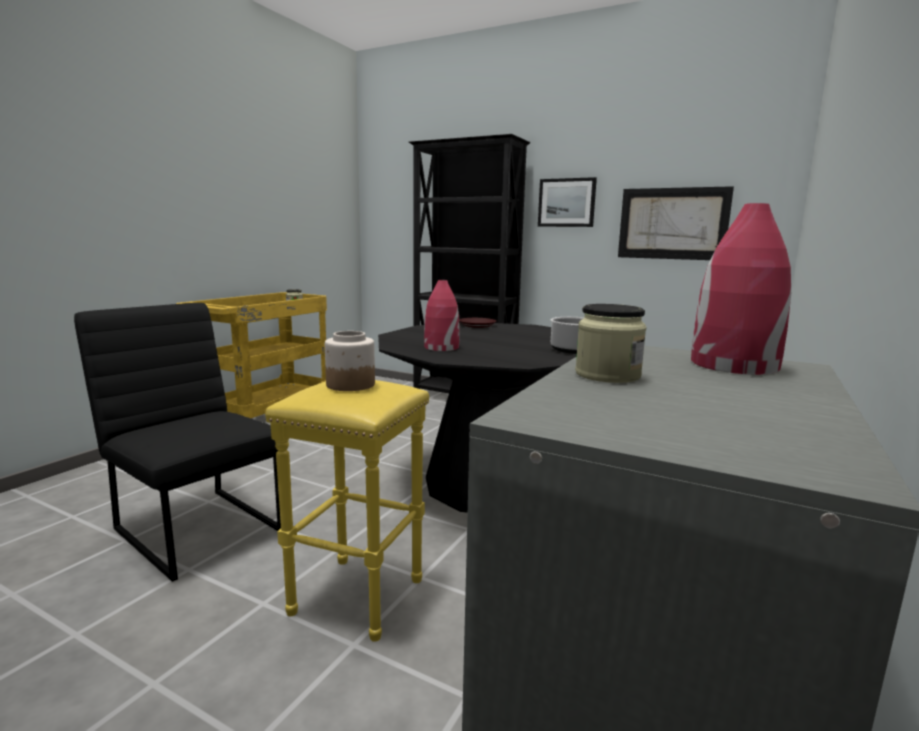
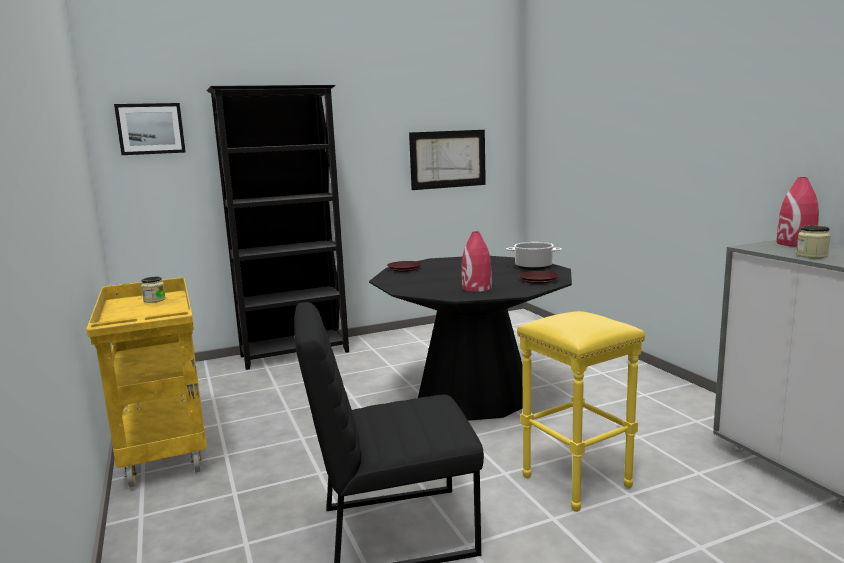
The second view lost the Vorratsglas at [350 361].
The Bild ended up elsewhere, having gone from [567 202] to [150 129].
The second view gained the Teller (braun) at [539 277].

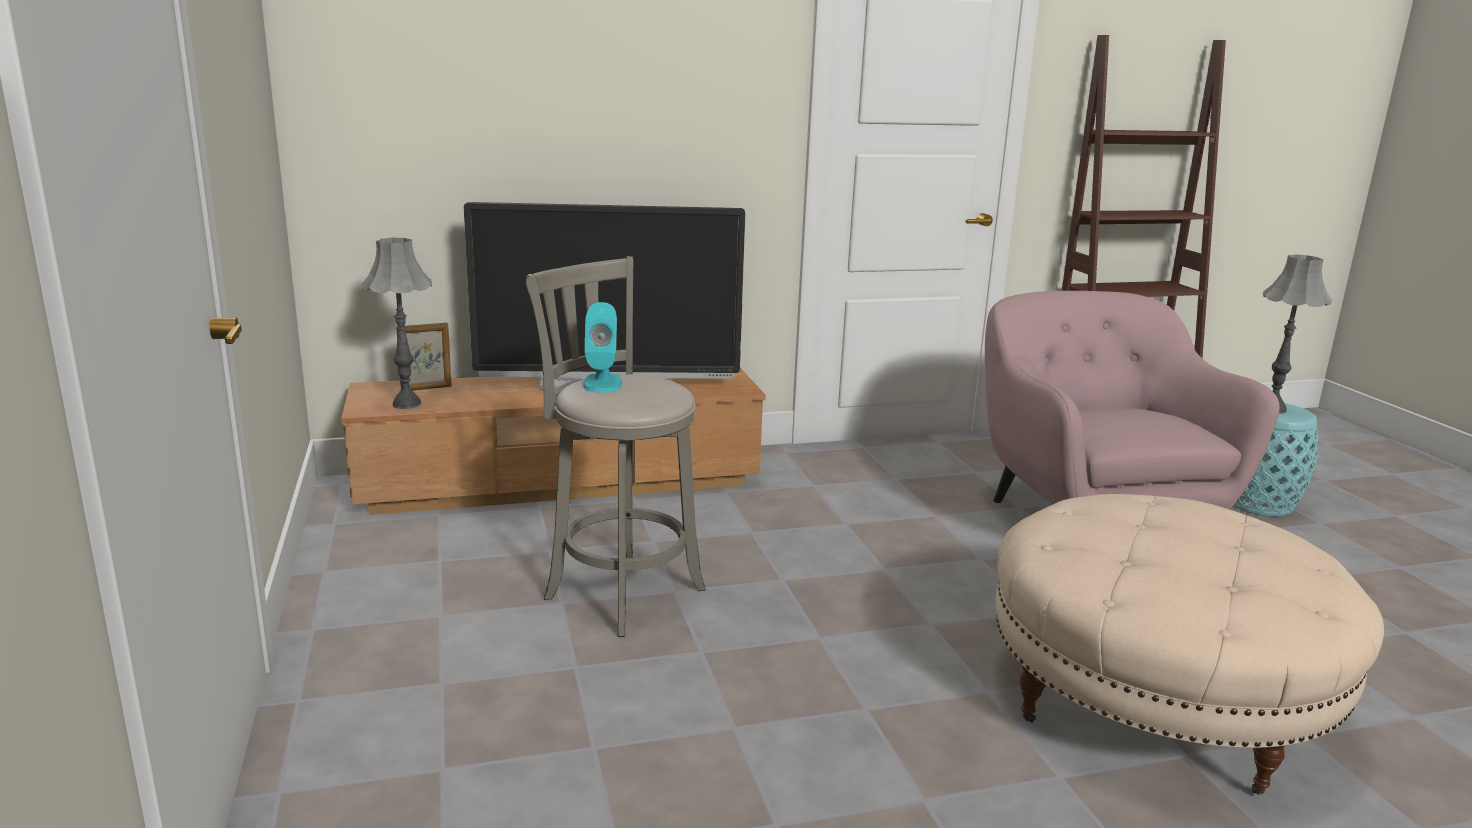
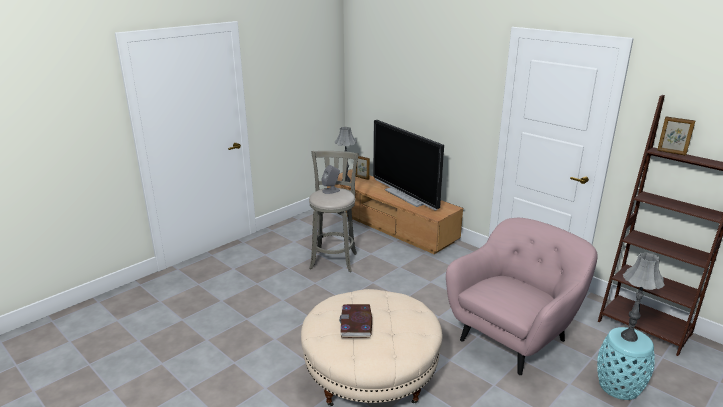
What was the Lautsprecher (türkis) at [602 347] turned into the Lautsprecher (grau) at [331 179].
The second view gained the Buch at [356 321].
The second view gained the Bilderrahmen at [676 136].

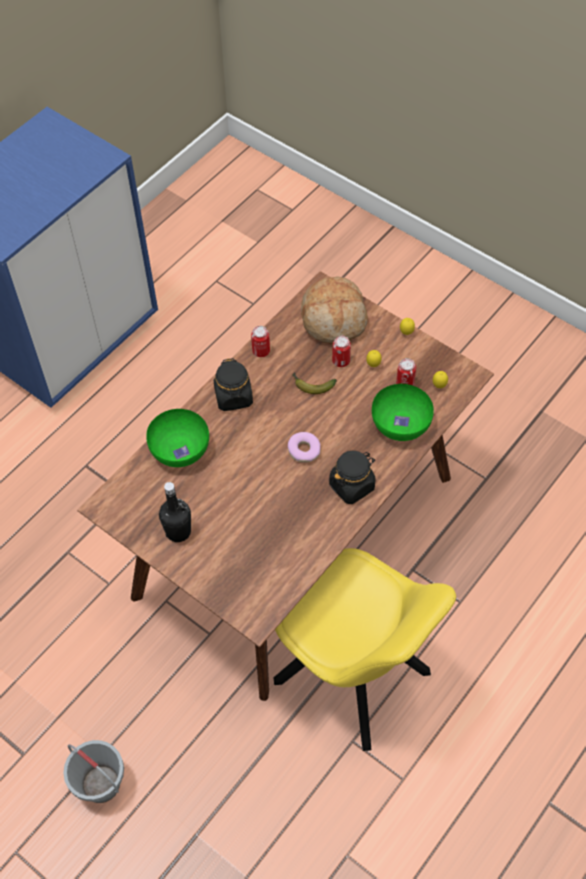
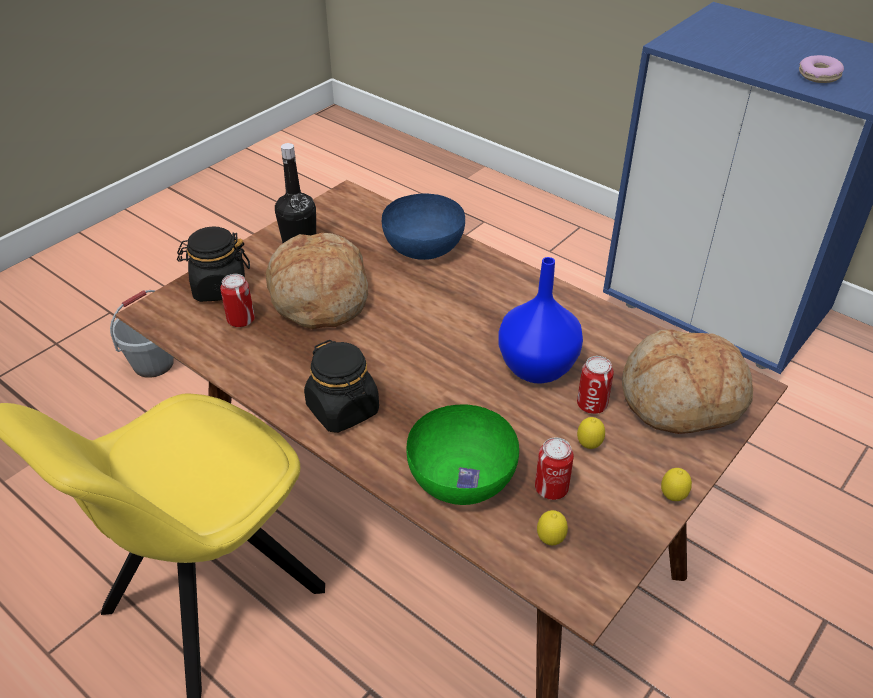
What was the Schüssel (grün) at [177 438] turned into the Schüssel (blau) at [423 227].
The Vorratsglas (schwarz) ended up elsewhere, having gone from [233 384] to [213 264].
The Dose ended up elsewhere, having gone from [260 341] to [237 300].
The Donut ended up elsewhere, having gone from [304 447] to [821 69].
Where the Banane stood at [314 383], the Vase (blau) came to stand at [540 320].
The second view gained the Brot at [317 281].

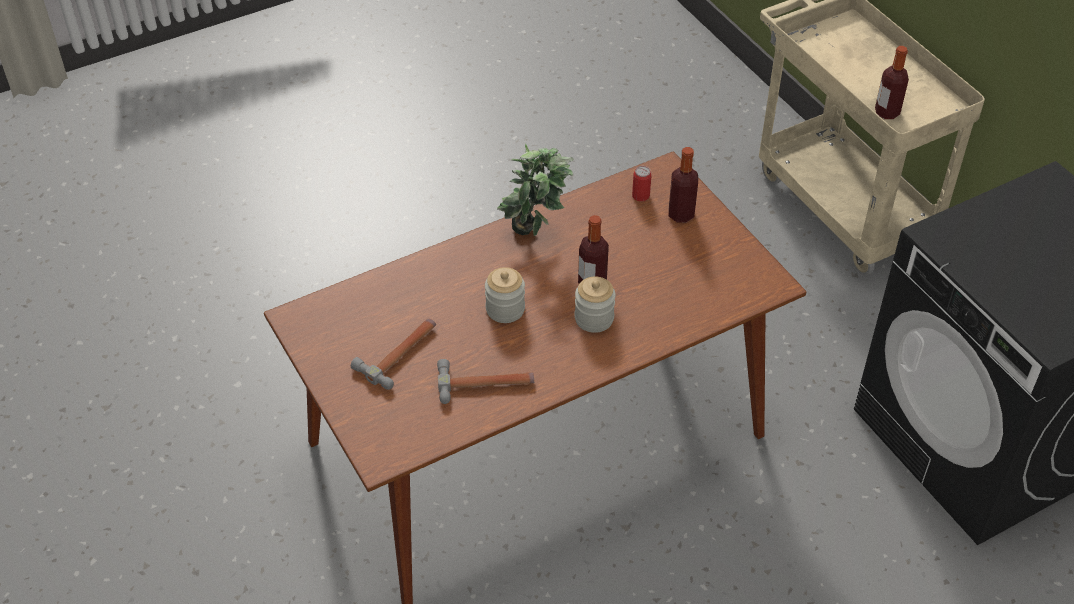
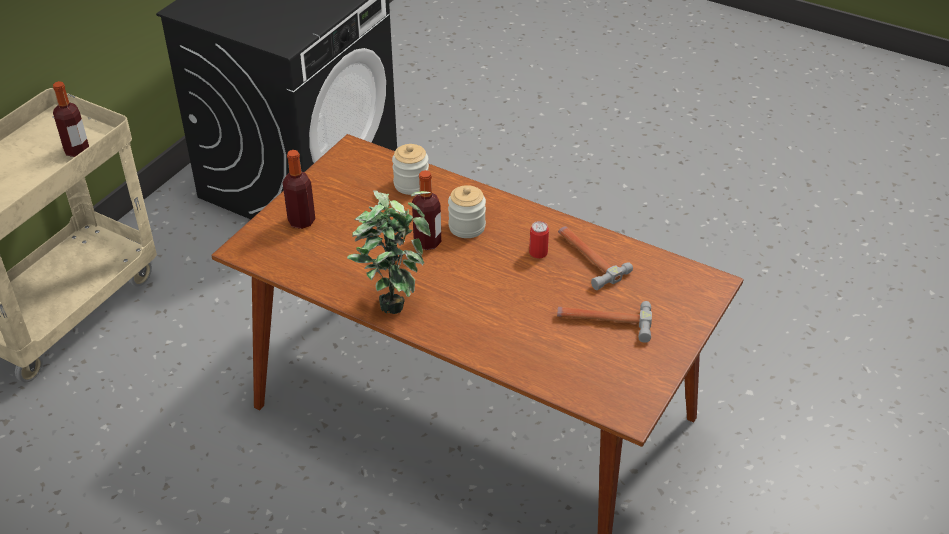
The Vorratsglas ended up elsewhere, having gone from [505 295] to [410 169].
The Dose ended up elsewhere, having gone from [642 184] to [539 240].

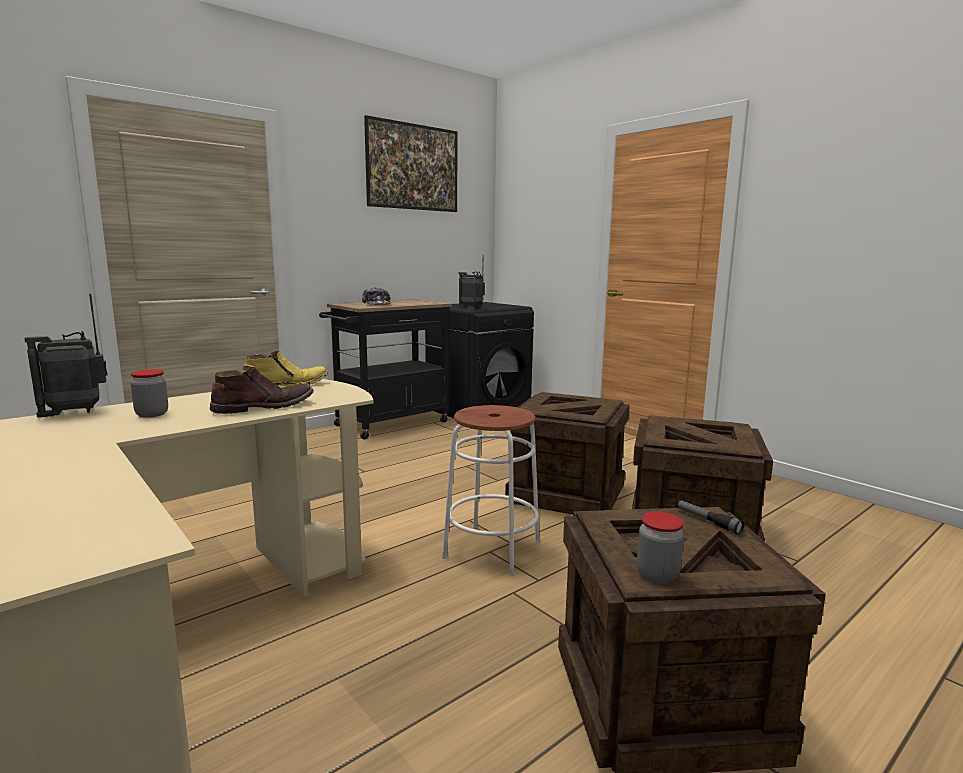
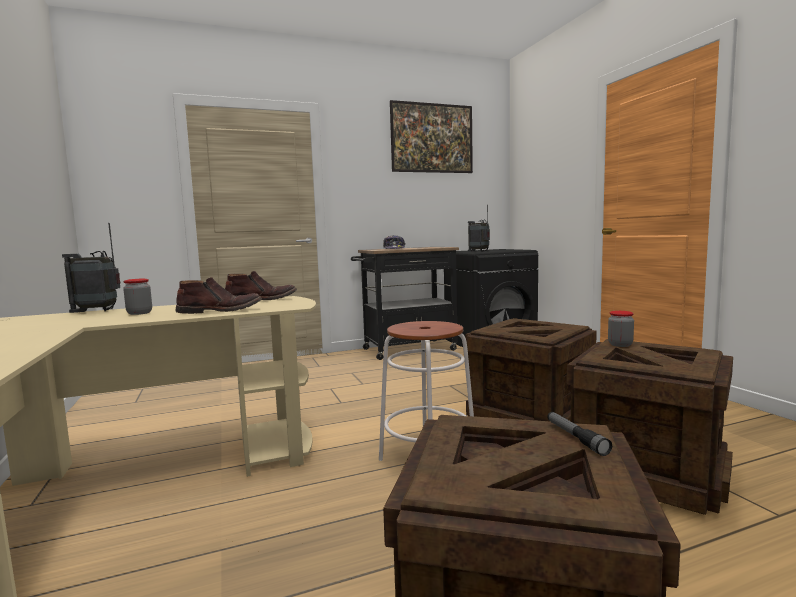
What was the Stiefel (gelb) at [285 369] turned into the Stiefel (braun) at [261 285].
The Vorratsglas ended up elsewhere, having gone from [660 547] to [621 329].

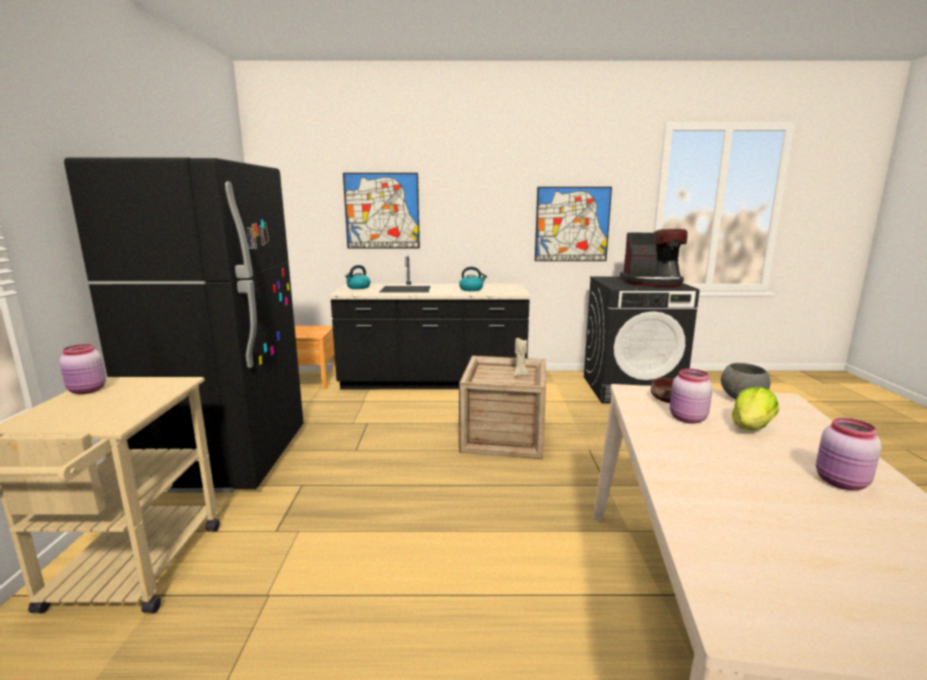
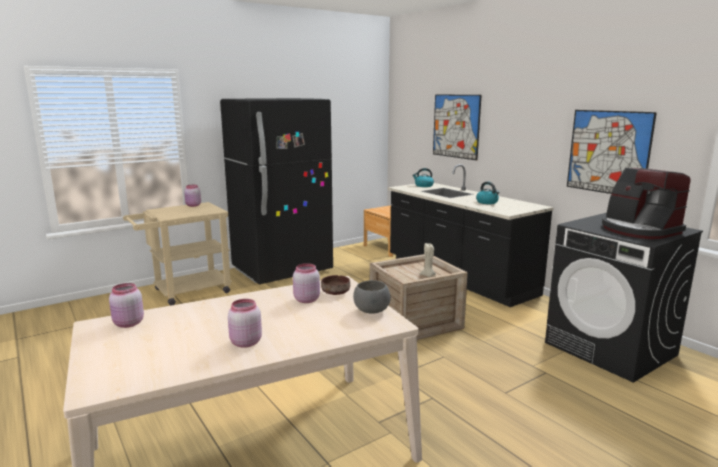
The second view lost the Salatkopf at [755 408].
The second view gained the Vorratsglas (rosa) at [126 305].

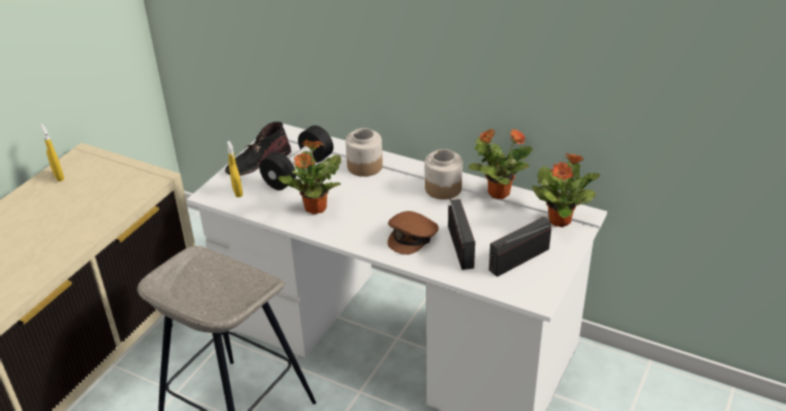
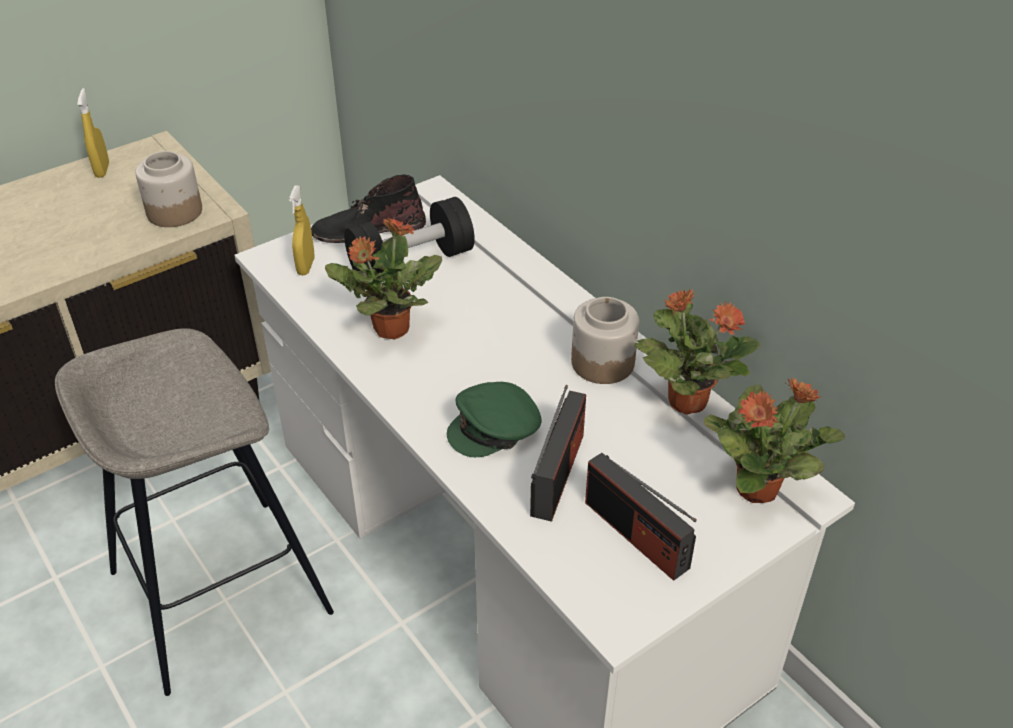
The Vorratsglas ended up elsewhere, having gone from [364 152] to [168 189].
What was the Kappe (braun) at [413 233] turned into the Kappe (grün) at [494 419].
The Radio at [520 247] ended up facing another way, 120 degrees counterclockwise from before.

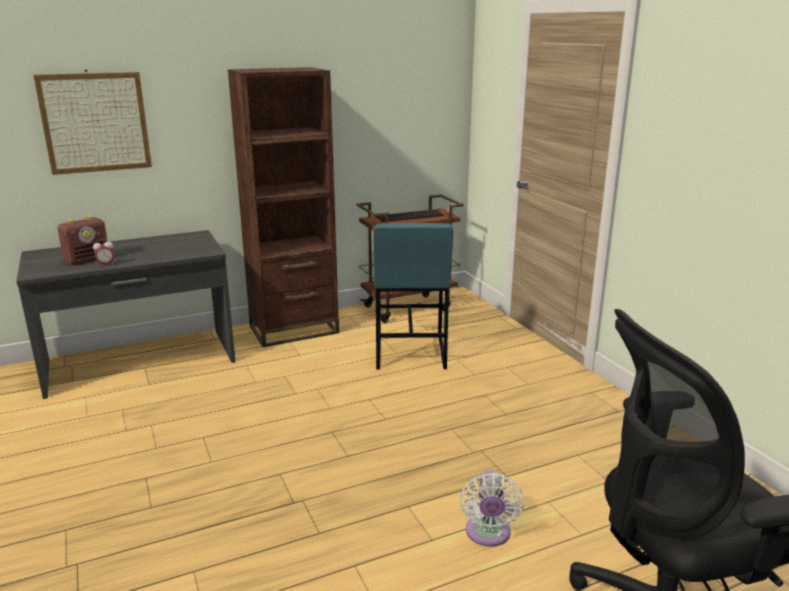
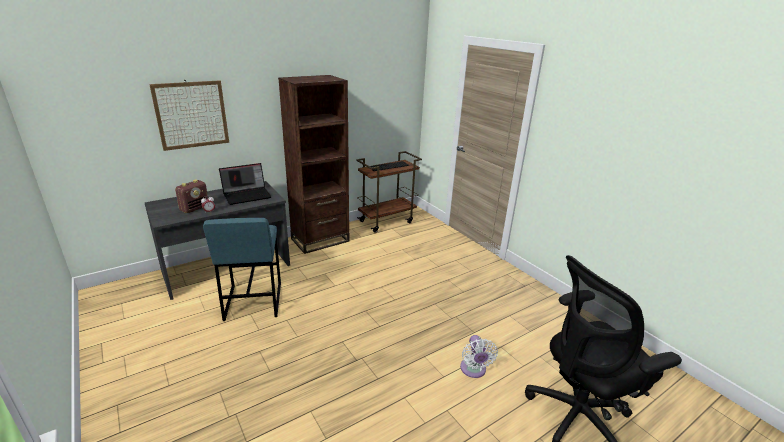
The Hocker (blau) ended up elsewhere, having gone from [413 296] to [242 269].
The second view gained the Laptop at [245 184].

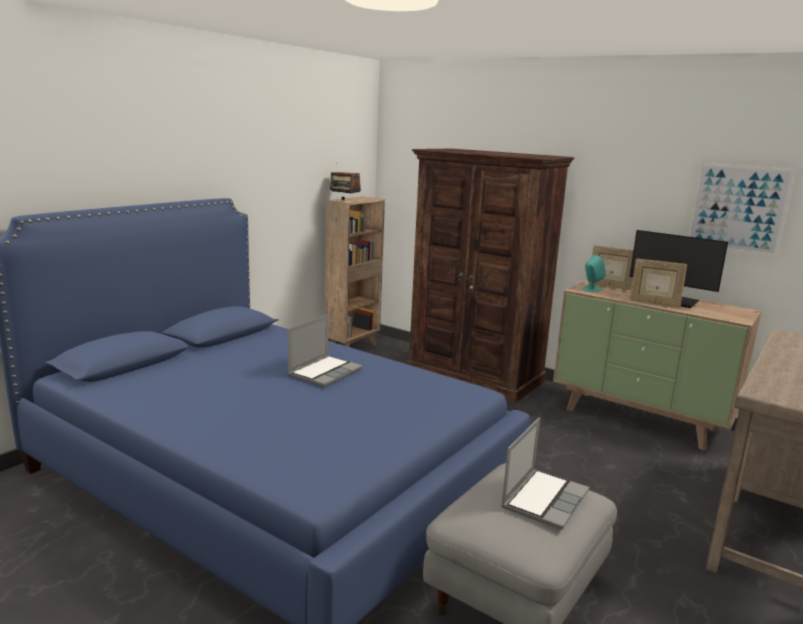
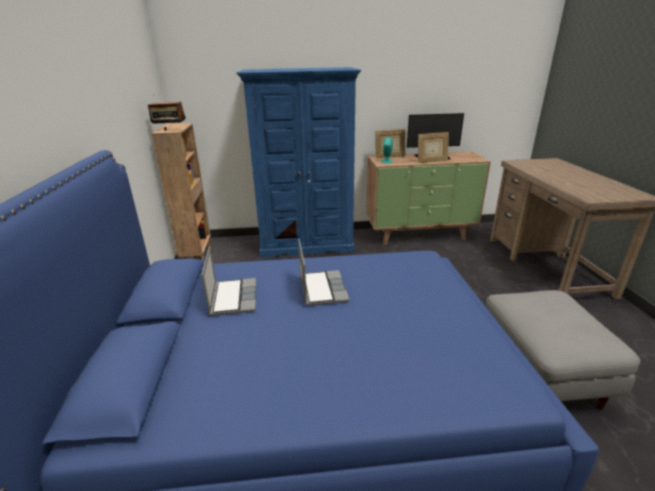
What was the Kleiderschrank (braun) at [491 275] turned into the Kleiderschrank (blau) at [298 162].
The Laptop ended up elsewhere, having gone from [545 473] to [228 281].
The second view lost the Bild at [741 210].

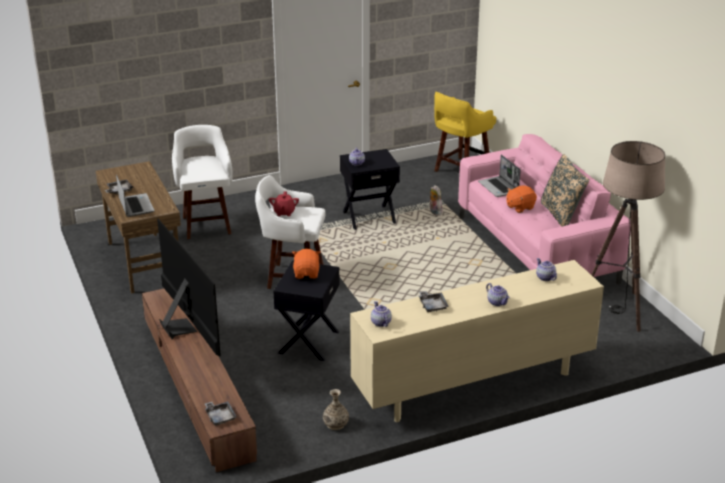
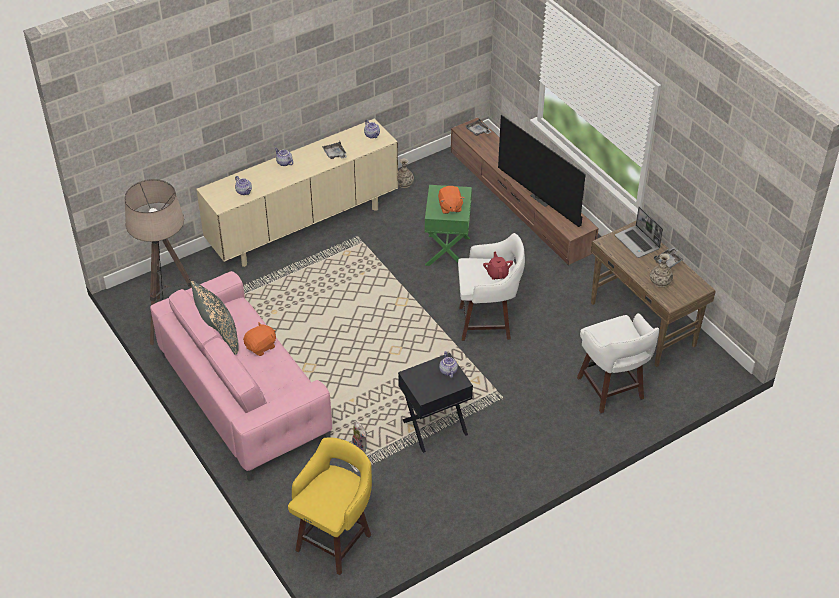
What was the Beistelltisch (schwarz) at [306 310] turned into the Beistelltisch (grün) at [448 225].
The second view lost the Laptop at [499 176].
The second view gained the Vase at [661 270].

